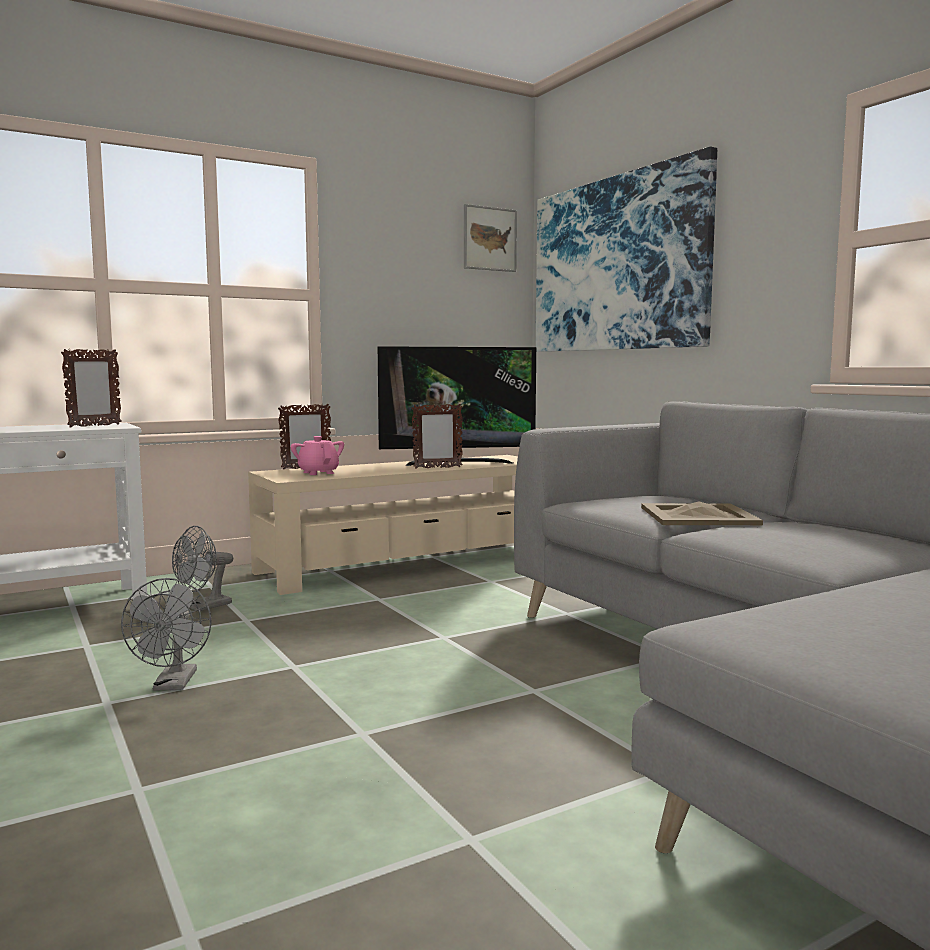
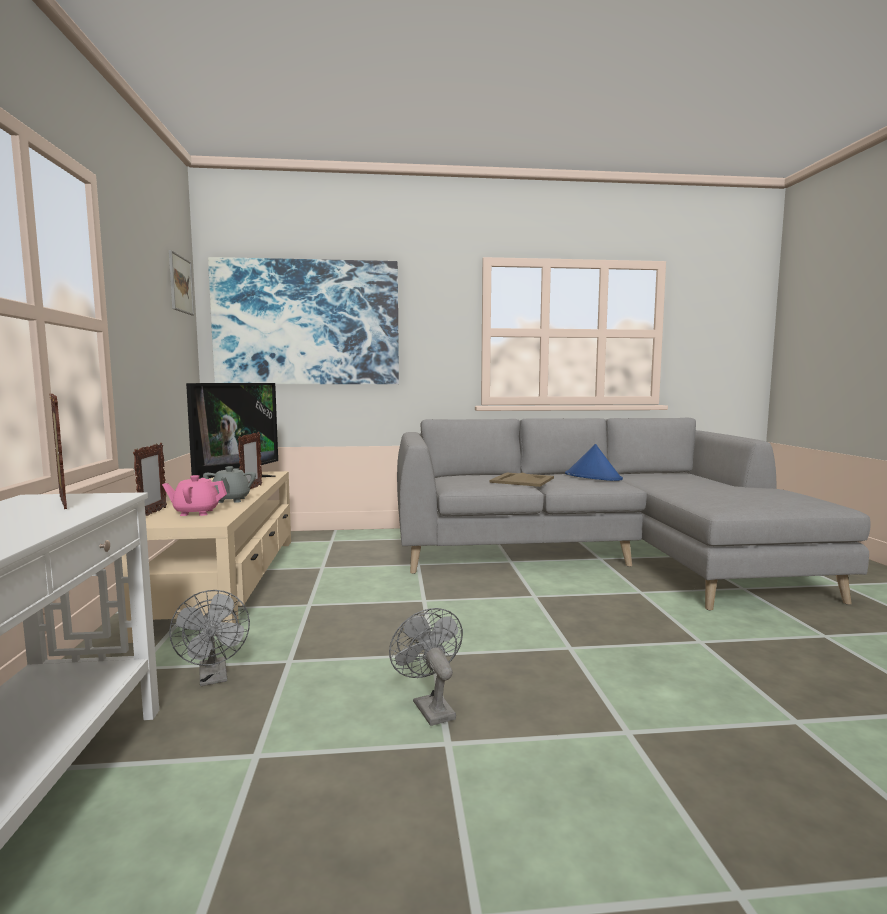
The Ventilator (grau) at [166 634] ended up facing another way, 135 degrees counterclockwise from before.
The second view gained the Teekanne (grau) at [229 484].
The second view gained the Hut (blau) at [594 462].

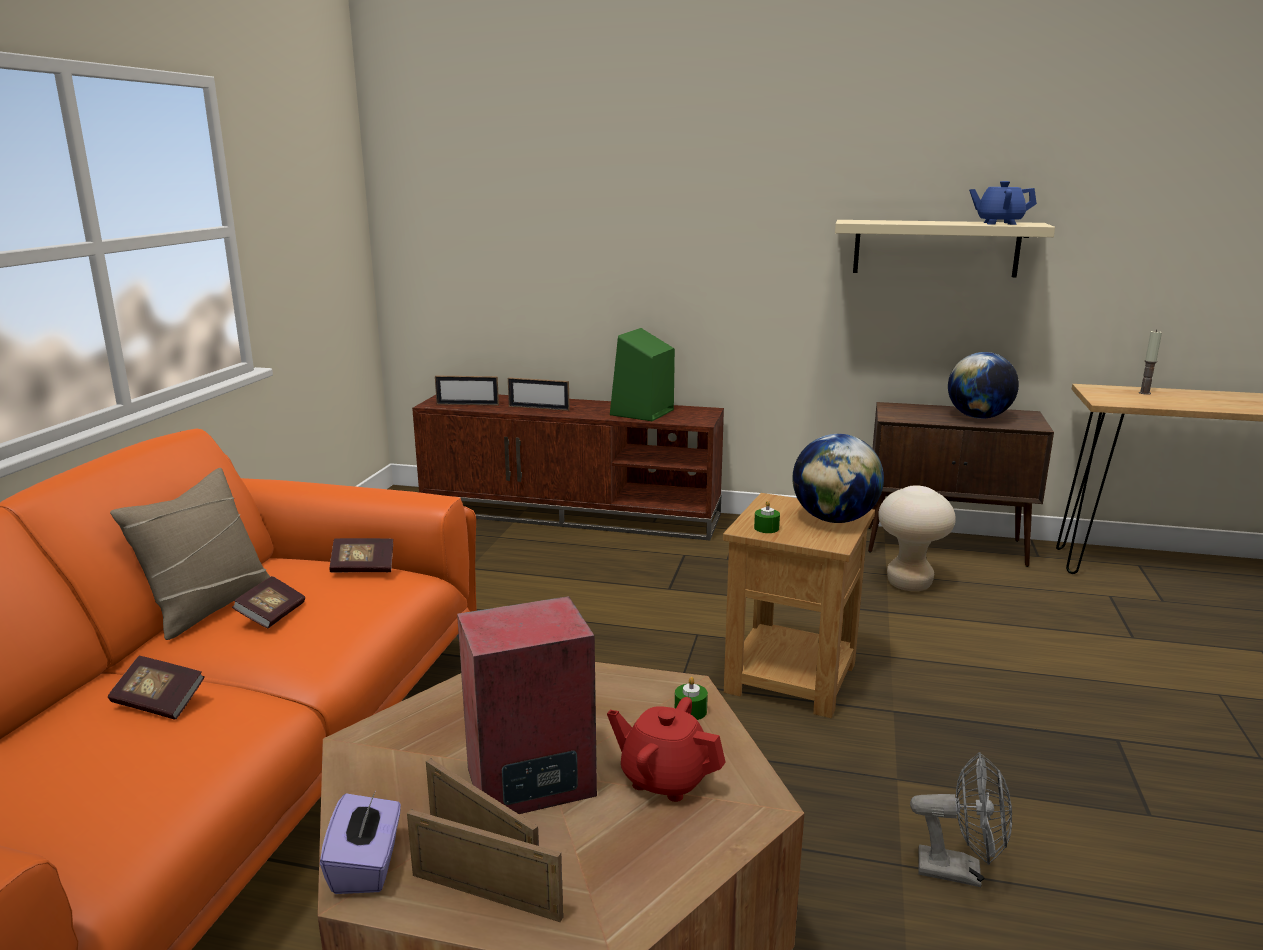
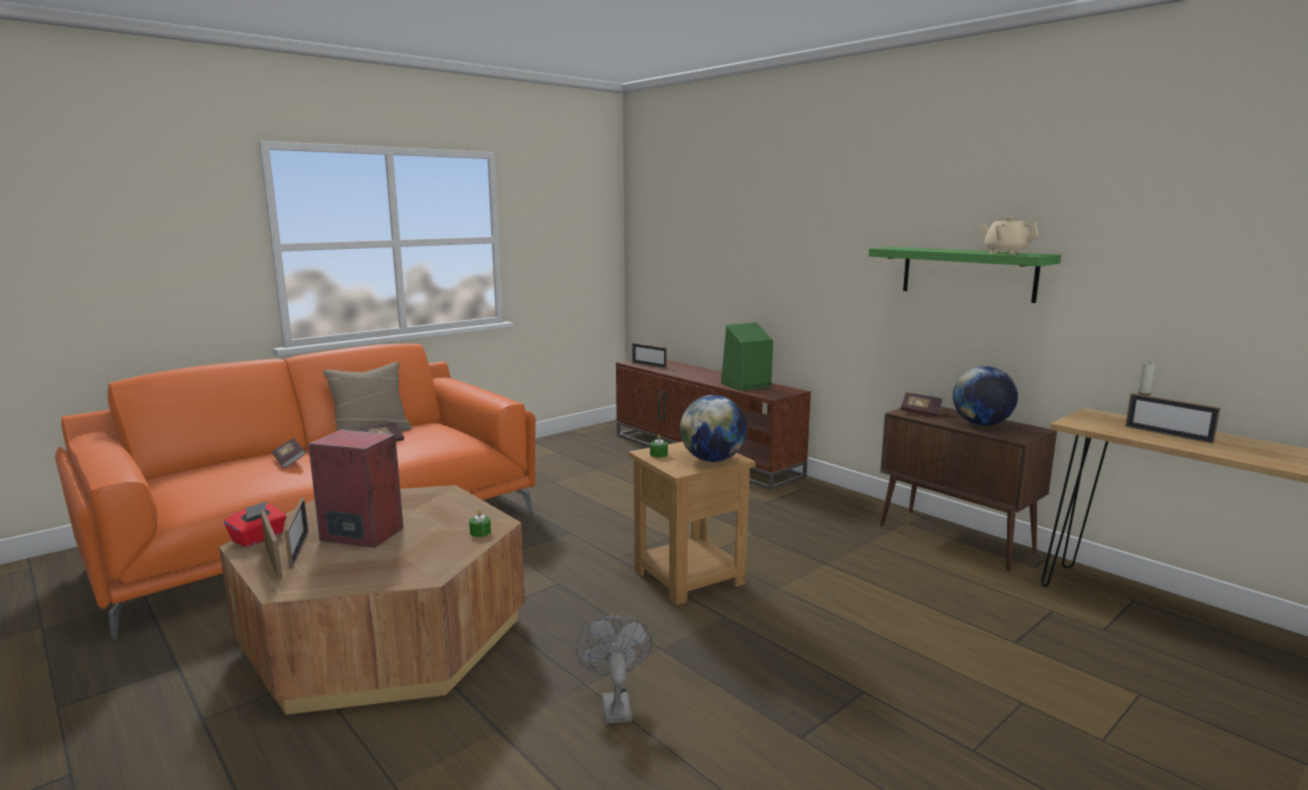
What was the Taschentuchbox (lila) at [360 843] turned into the Taschentuchbox (rot) at [255 524].
The Buch ended up elsewhere, having gone from [361 555] to [921 405].
The Bilderrahmen ended up elsewhere, having gone from [539 394] to [1173 418].
The second view lost the Teekanne (rot) at [666 749].
What was the Wandregal (beige) at [945 248] turned into the Wandregal (grün) at [965 275].
The second view lost the Hocker (beige) at [917 538].
The Ventilator (grau) at [961 819] ended up facing another way, 150 degrees counterclockwise from before.
What was the Teekanne (blau) at [1003 203] turned into the Teekanne (beige) at [1009 235].

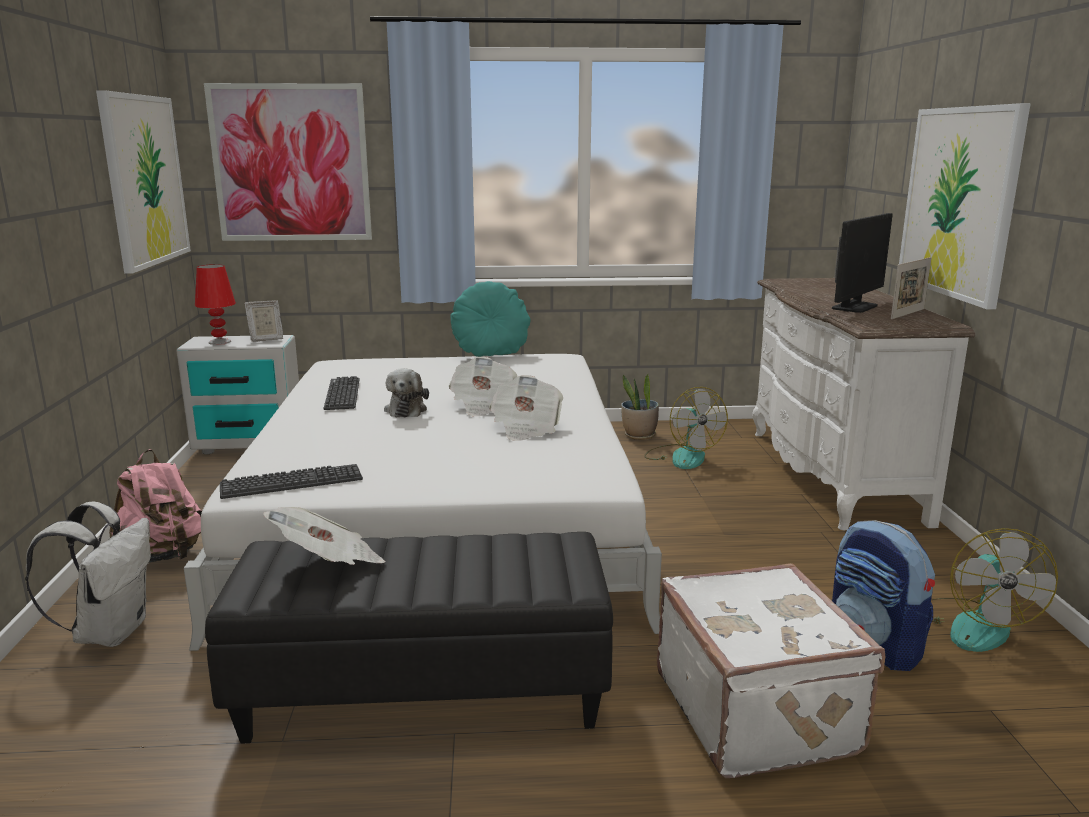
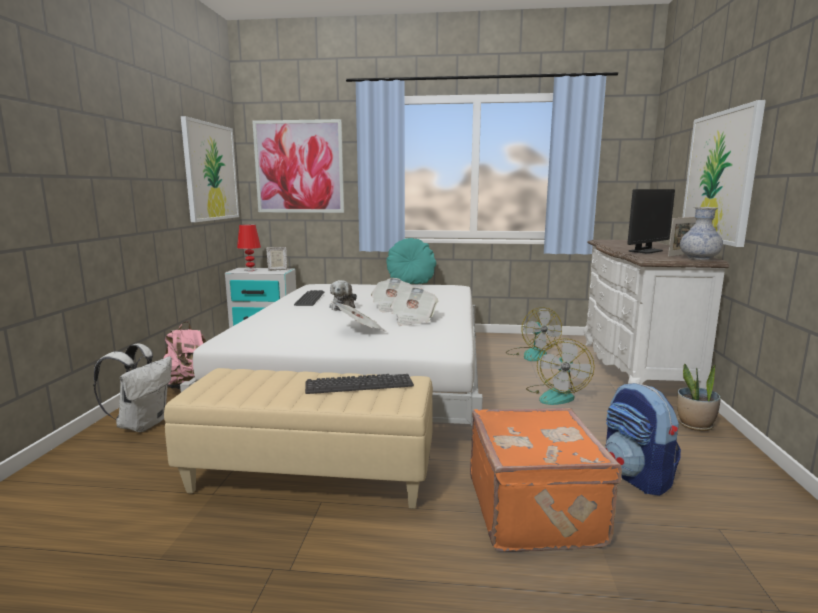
What was the Polsterhocker (schwarz) at [409 638] turned into the Polsterhocker (beige) at [298 438].
The Tastatur ended up elsewhere, having gone from [291 481] to [359 384].
The Zeitung ended up elsewhere, having gone from [324 536] to [360 317].
The Topfpflanze ended up elsewhere, having gone from [640 407] to [699 397].
What was the Koffer (weiß) at [771 670] turned into the Koffer (orange) at [546 480].
The Ventilator ended up elsewhere, having gone from [994 590] to [560 371].
The second view gained the Vase at [701 233].

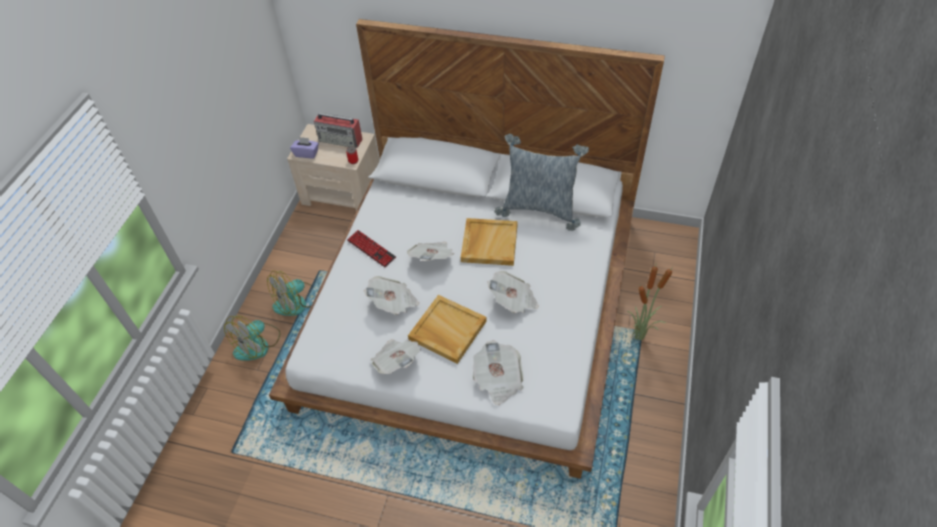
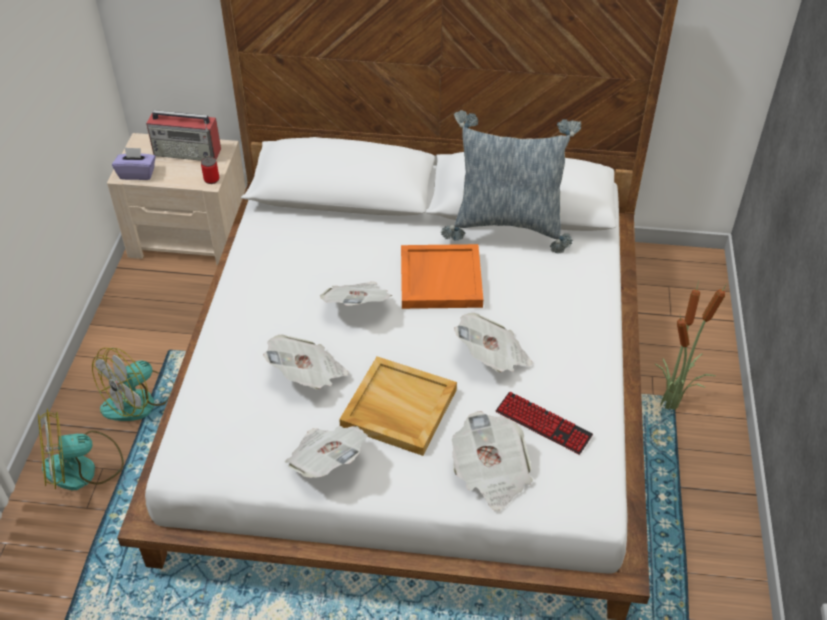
The Ventilator at [252 338] ended up facing another way, 45 degrees clockwise from before.
The Tastatur ended up elsewhere, having gone from [371 248] to [544 423].
What was the Tablett (beige) at [489 242] turned into the Tablett (orange) at [442 276].

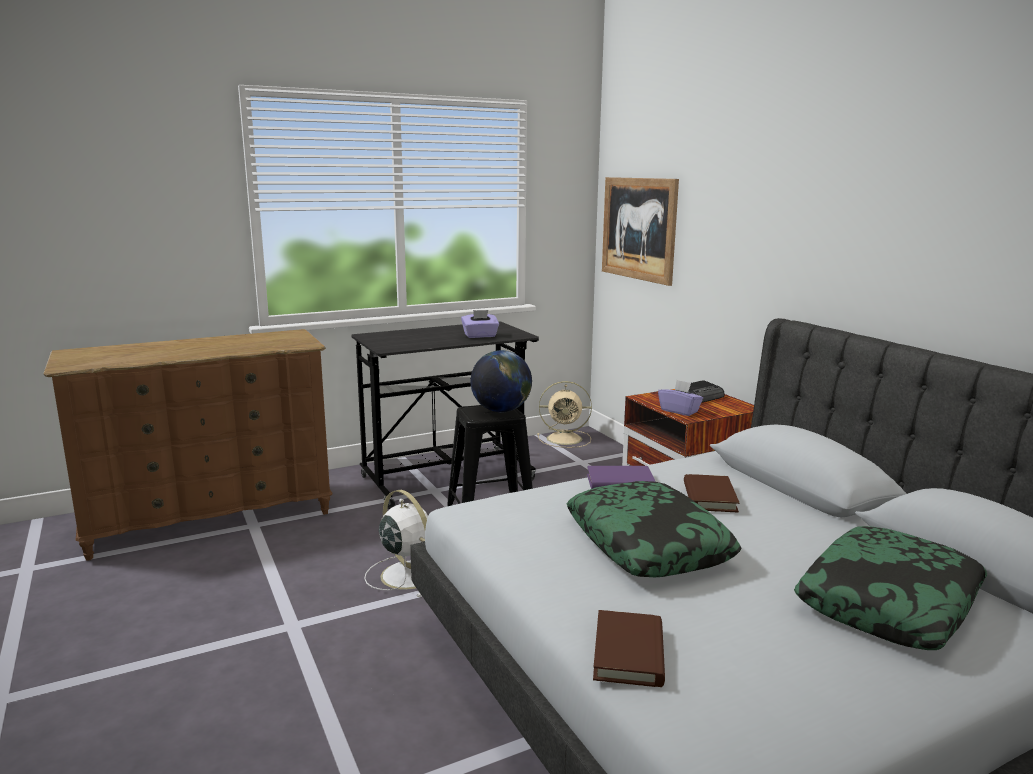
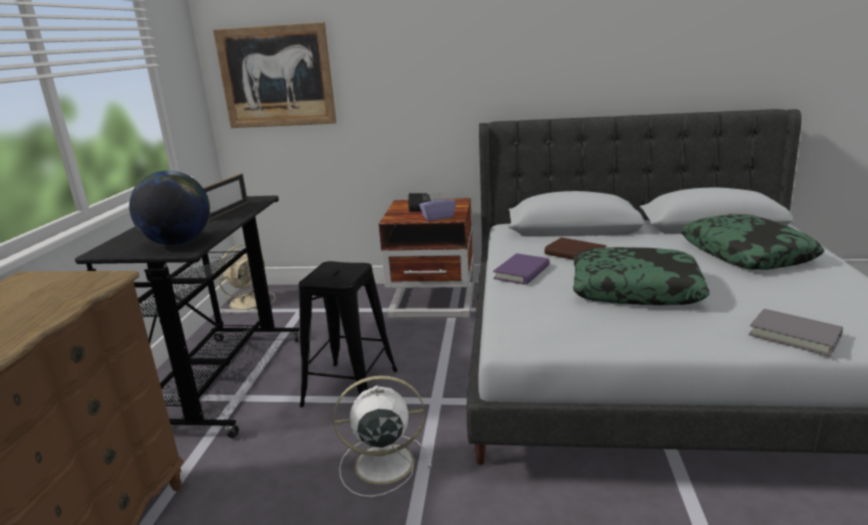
Where the Taschentuchbox (lila) stood at [480 324], the Bilderrahmen came to stand at [225 196].
The Globus ended up elsewhere, having gone from [501 381] to [170 207].
What was the Buch (braun) at [629 648] turned into the Buch (grau) at [796 332].

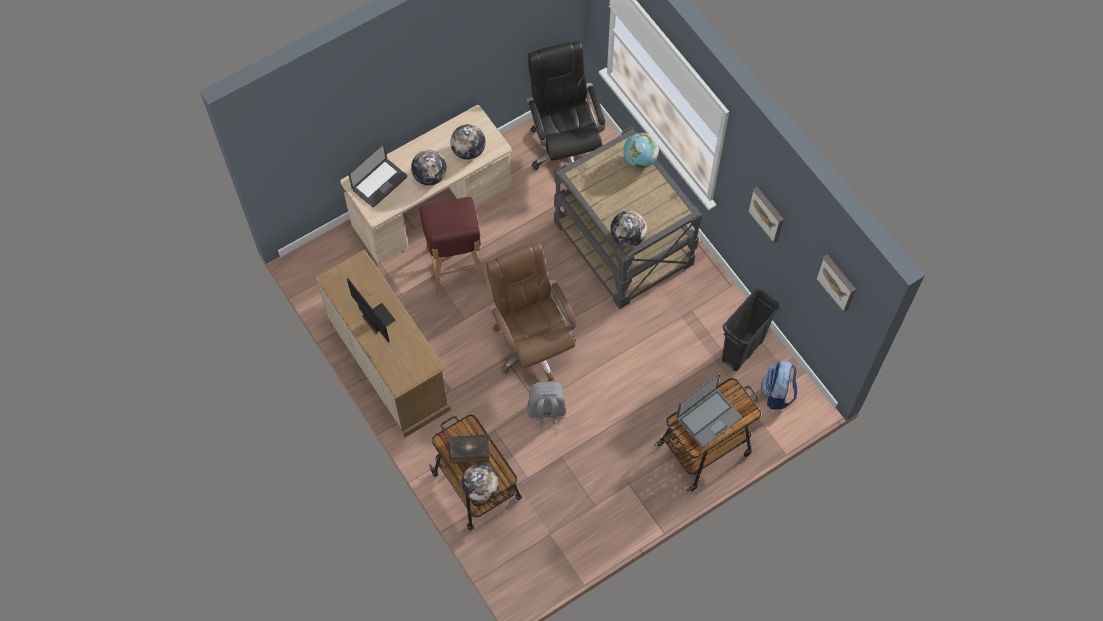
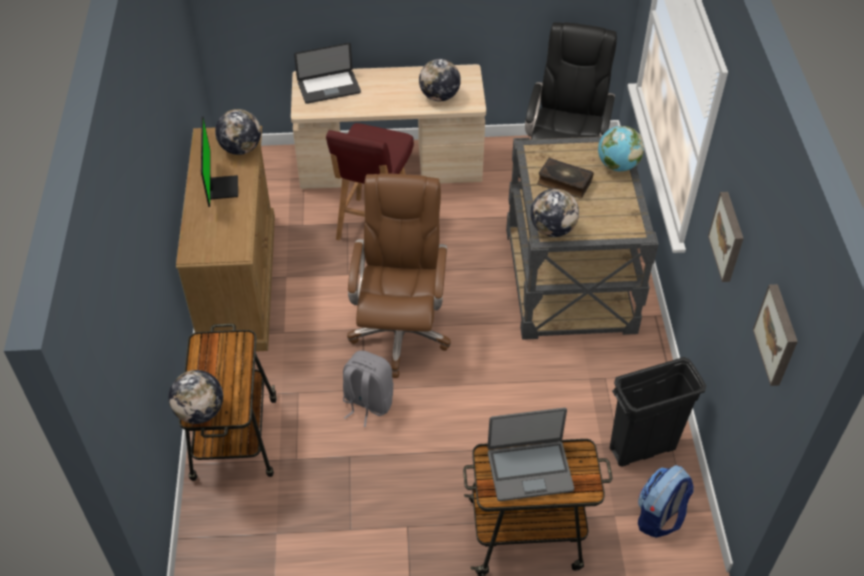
The Globus ended up elsewhere, having gone from [429 168] to [238 132].
The Buch ended up elsewhere, having gone from [469 448] to [565 178].

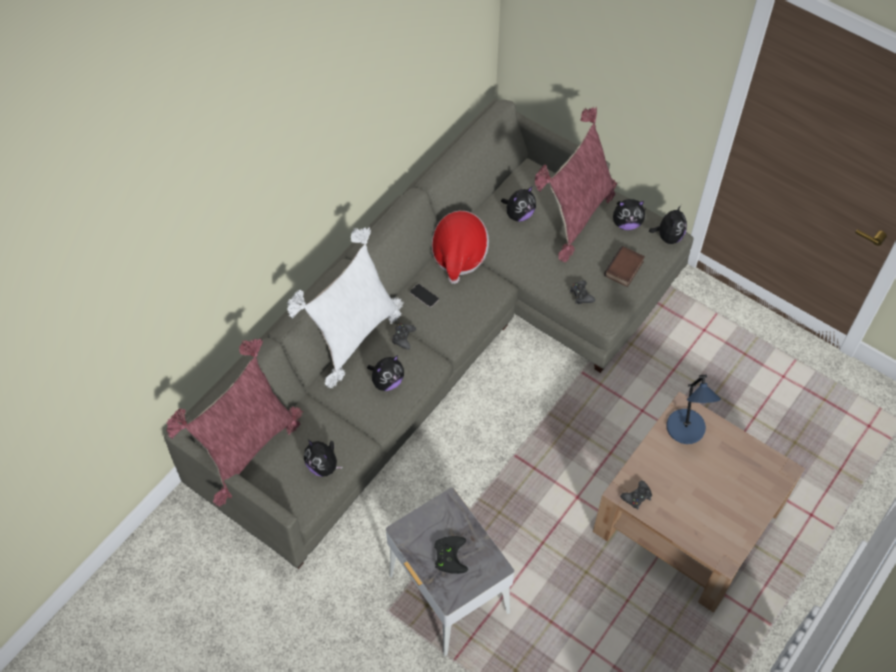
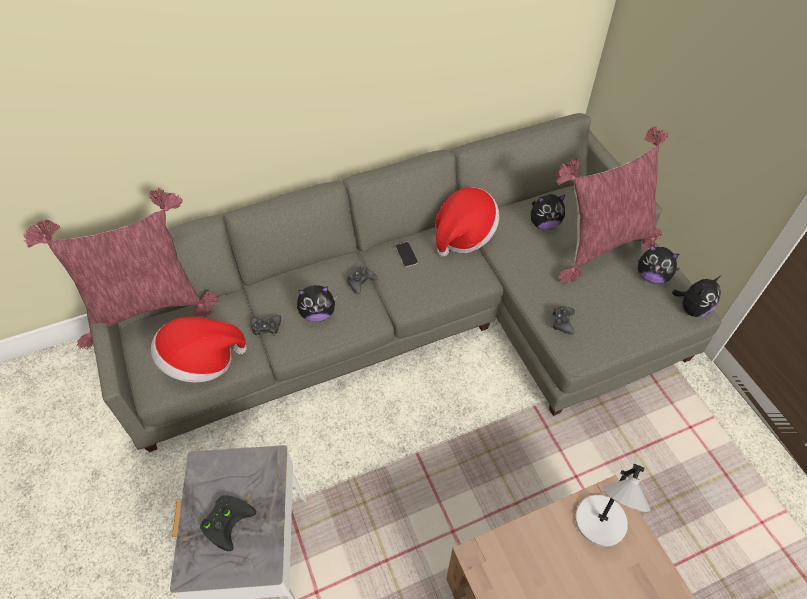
The second view lost the Kissen (weiß) at [345 307].
Where the Plüschtier stood at [323 458], the Hut came to stand at [199 350].
The second view lost the Buch at [624 266].
The Gamepad (schwarz) ended up elsewhere, having gone from [636 494] to [265 326].
What was the Tischlampe (blau) at [693 409] turned into the Tischlampe (grau) at [613 505].

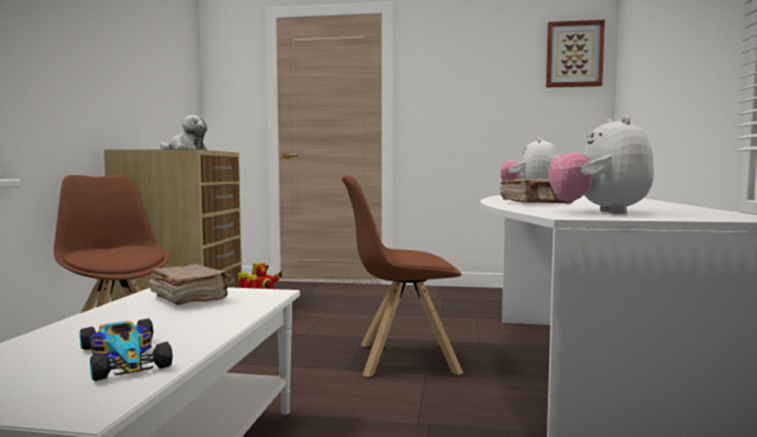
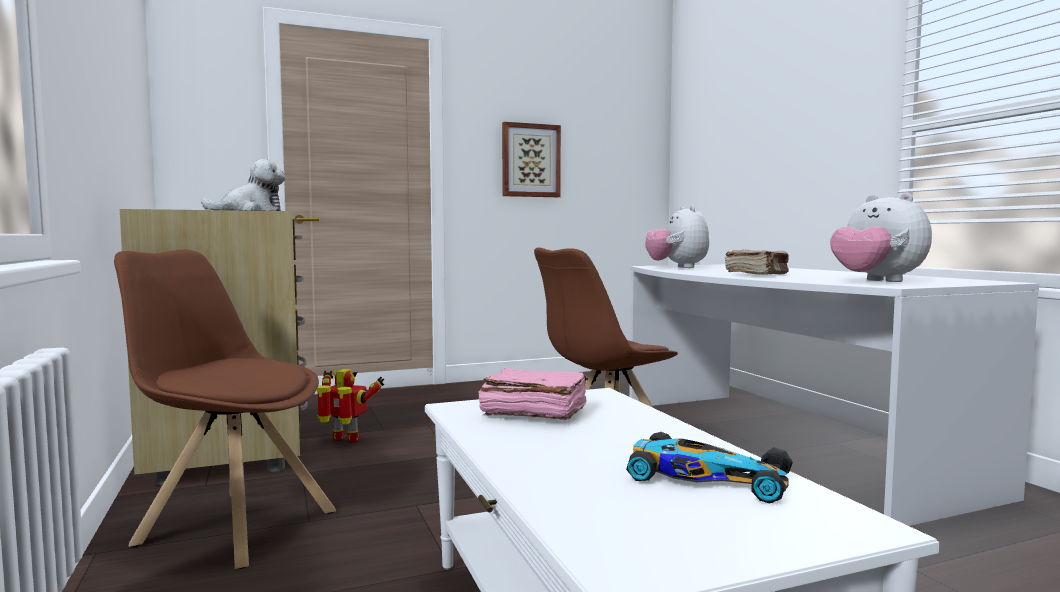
What was the Buch (braun) at [189 284] turned into the Buch (rosa) at [533 394].
The Bild ended up elsewhere, having gone from [575 53] to [531 159].

